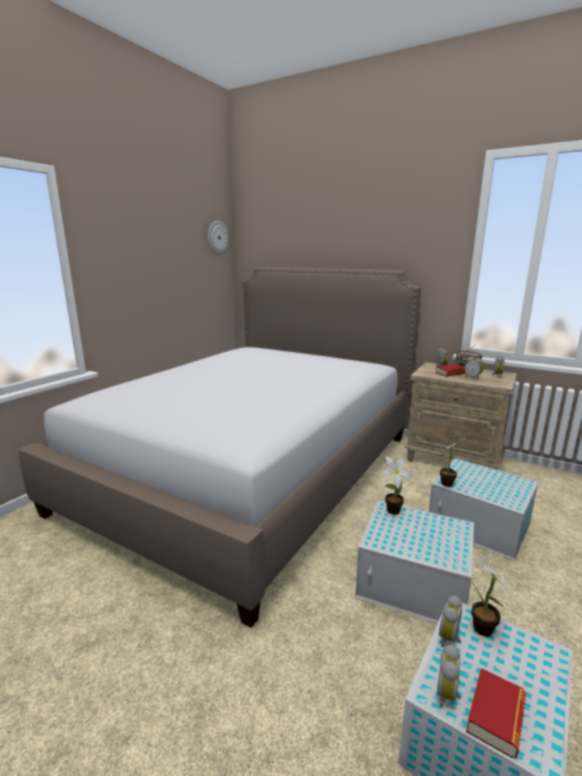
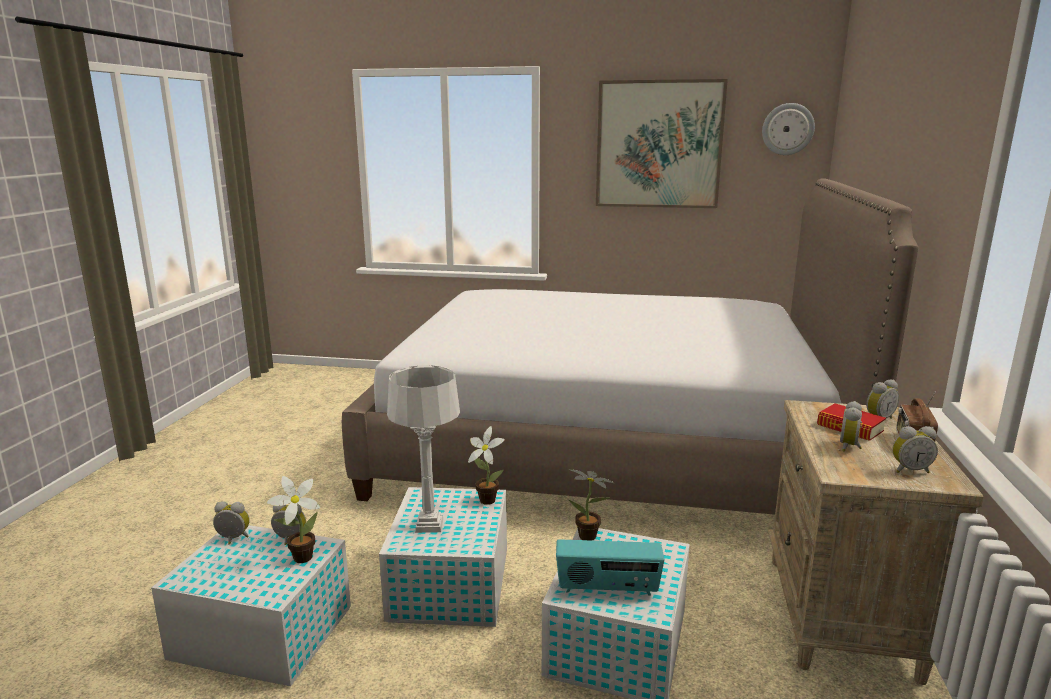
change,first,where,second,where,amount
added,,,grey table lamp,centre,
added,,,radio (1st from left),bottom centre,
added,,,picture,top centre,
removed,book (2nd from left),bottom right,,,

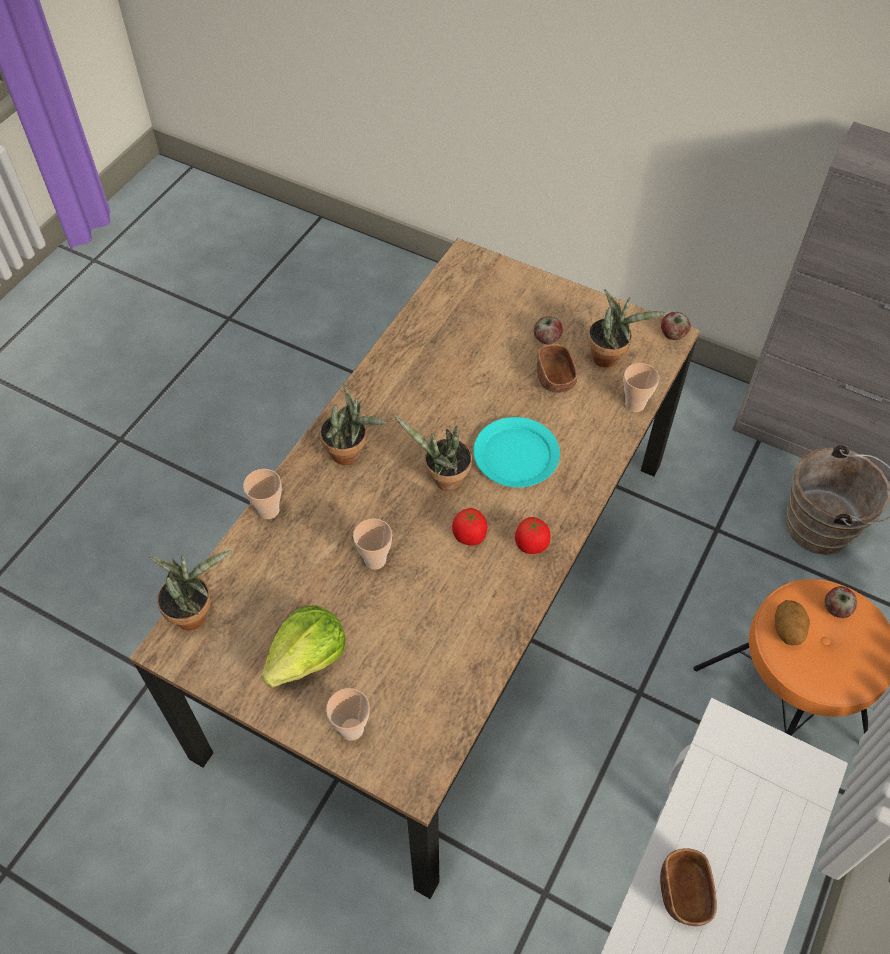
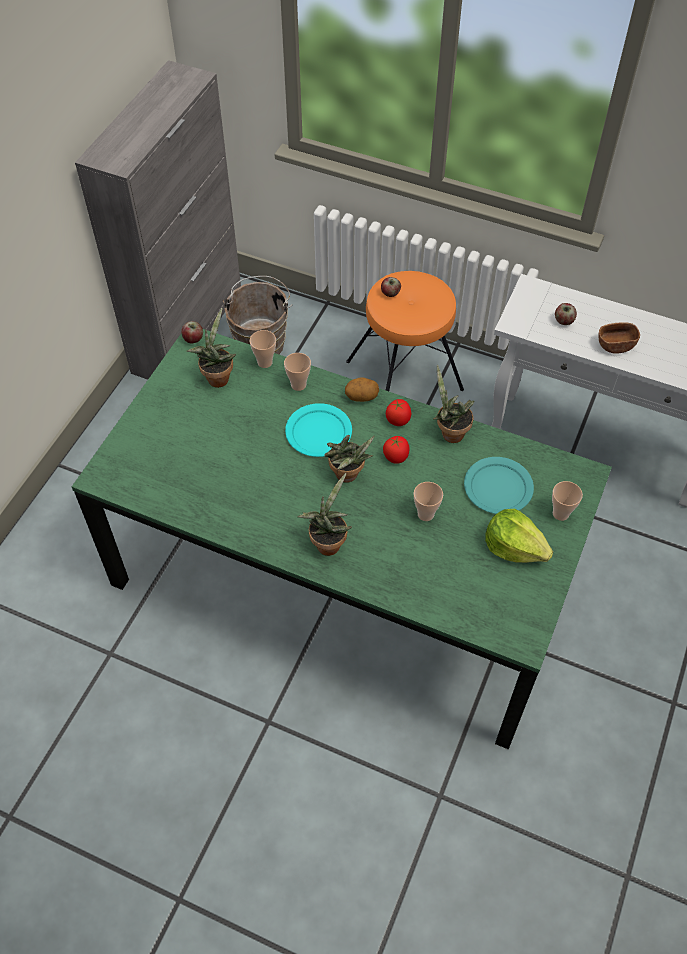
change,first,where,second,where,amount
recoloured,brown dining table,centre,green dining table,centre,
moved,cup (1st from left in the first image),middle left,cup (2nd from left),centre,
moved,potato,middle right,,centre,
moved,potted plant (1st from left in the first image),middle left,potted plant (4th from left),centre,
added,,,turquoise plate (2nd from left),middle right,
moved,apple (1st from left in the first image),centre,apple (3rd from left),top right,
removed,brown bowl (1st from left),centre,,,

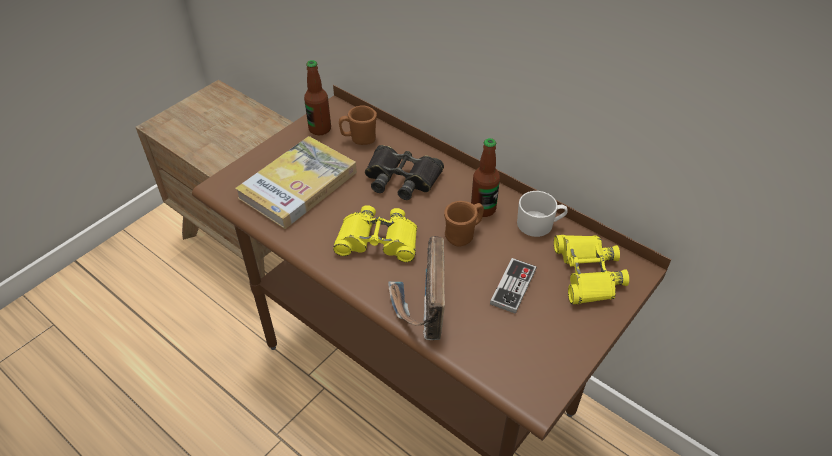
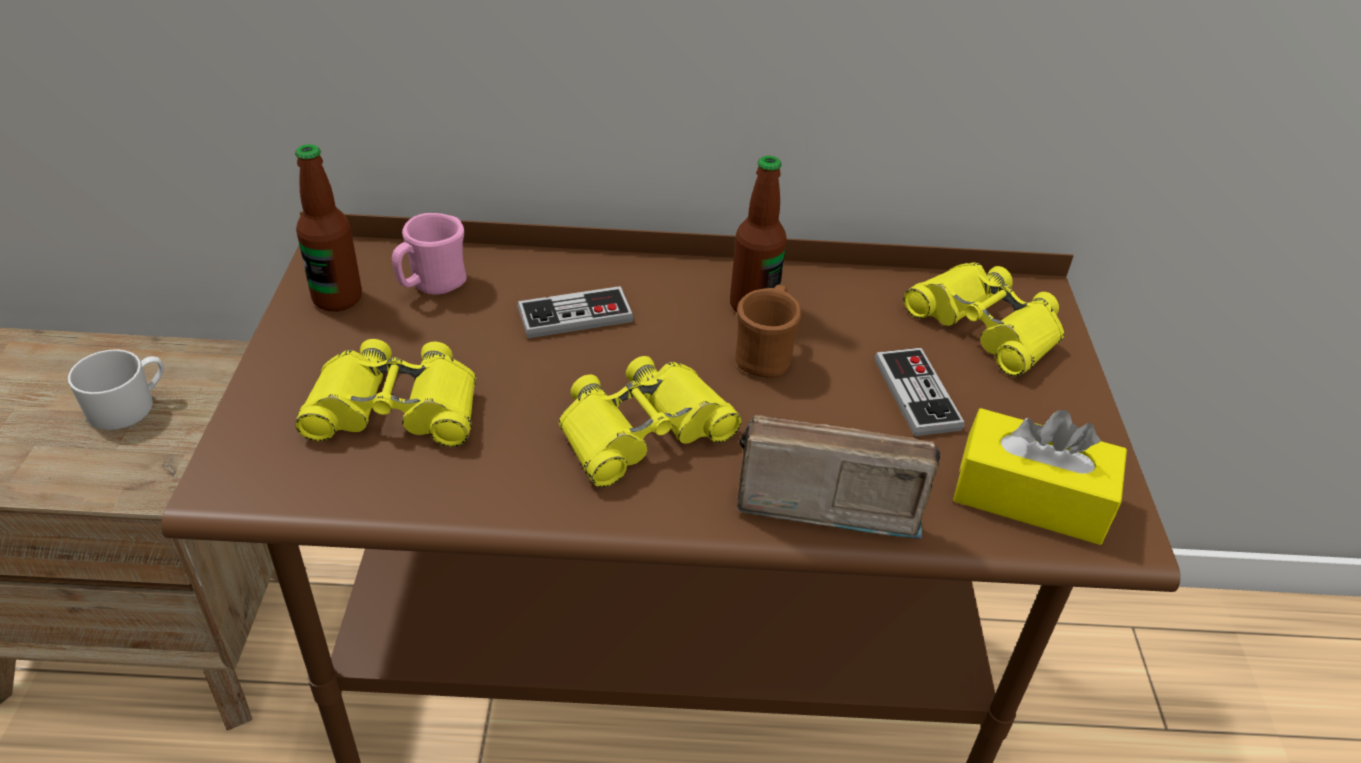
change,first,where,second,where,amount
moved,white mug,centre,,middle left,
replaced,book,centre,yellow binoculars (1st from left),middle left,
recoloured,brown mug (1st from left),top centre,pink mug,top left,
replaced,black binoculars,centre,game controller (1st from left),centre,
turned,radio,centre,,centre,135 degrees clockwise
added,,,yellow tissue box,middle right,

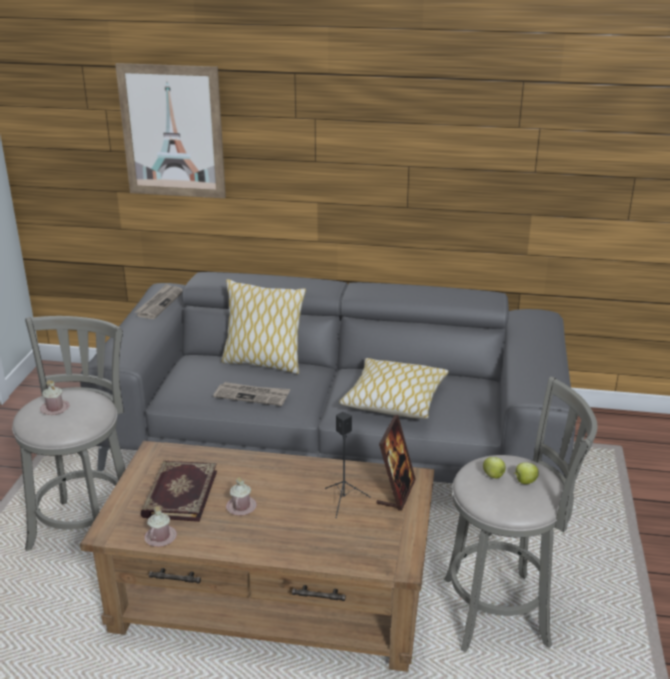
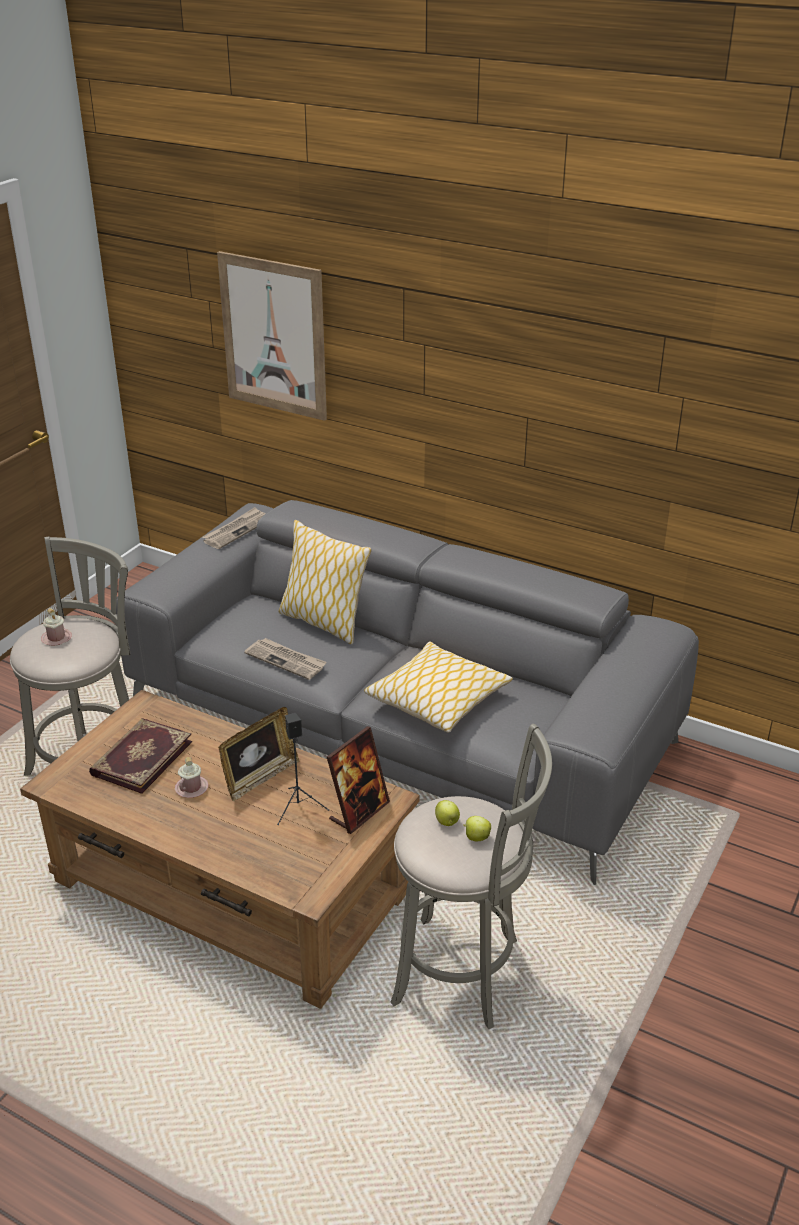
change,first,where,second,where,amount
added,,,picture frame (1st from left),middle left,
removed,pink mug (2nd from left),bottom left,,,

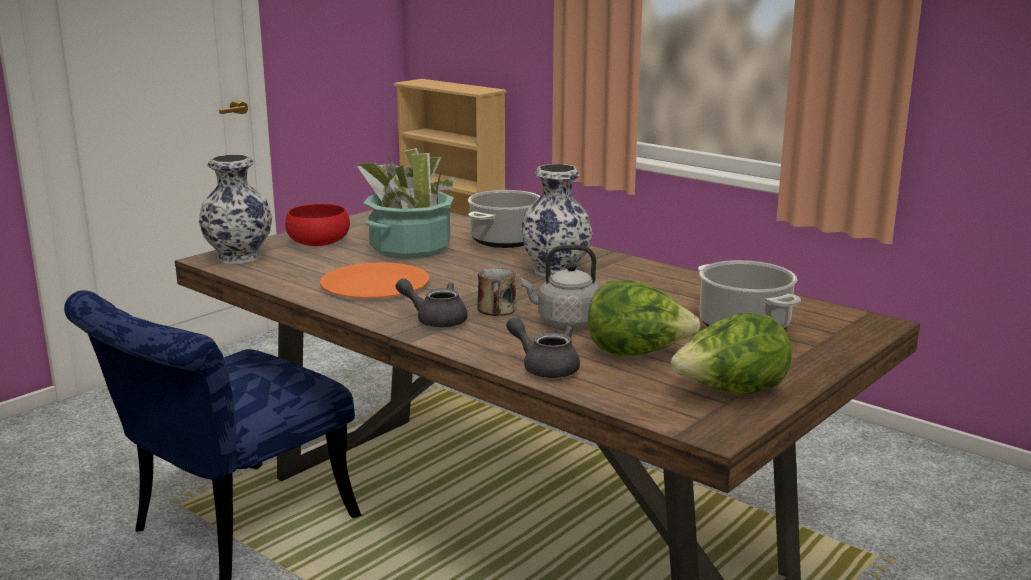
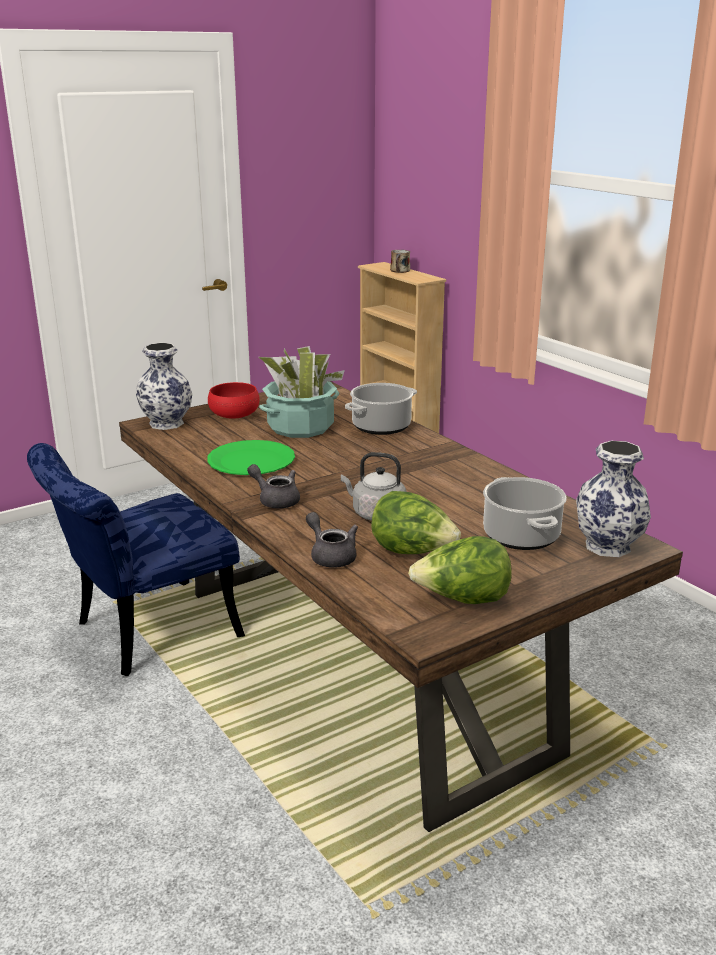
change,first,where,second,where,amount
recoloured,orange plate,centre,green plate,centre,
moved,mug,centre,,top centre,
moved,vase (2nd from left),centre,,middle right,

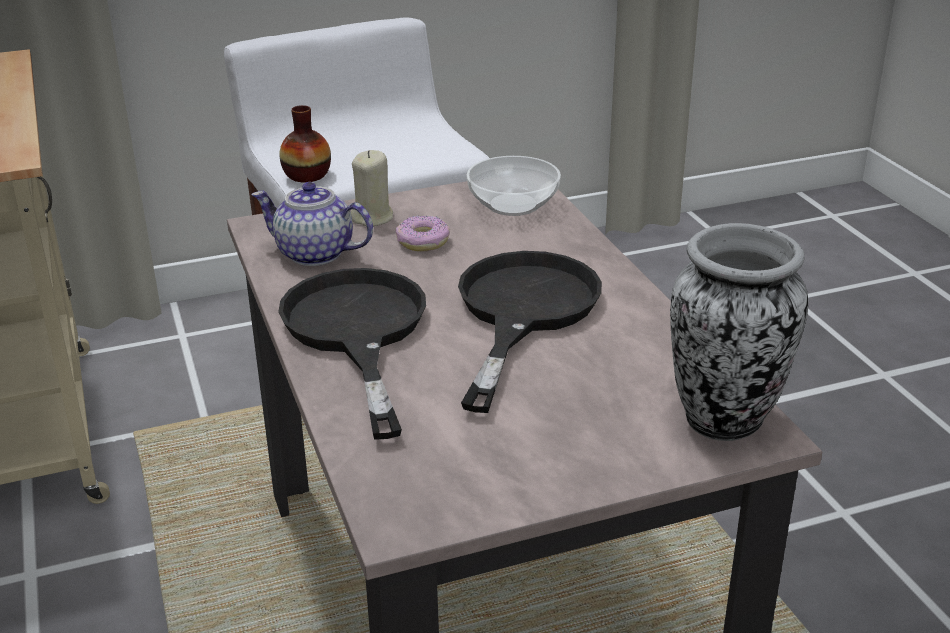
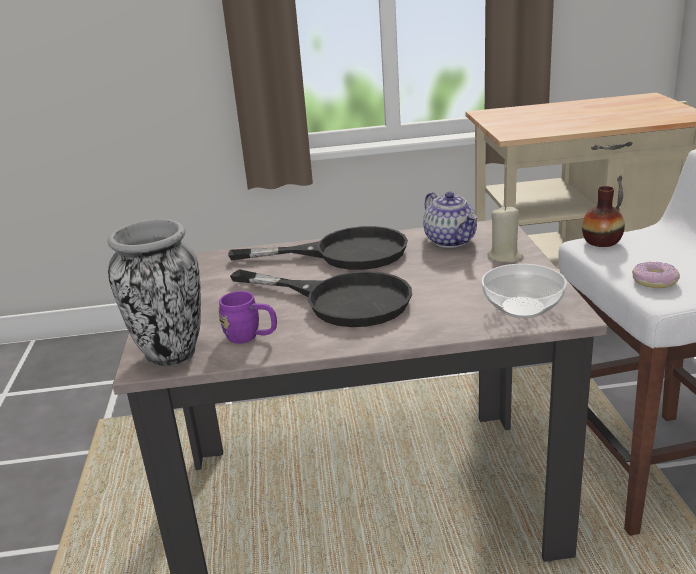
change,first,where,second,where,amount
added,,,purple mug,centre,
turned,teapot,middle left,,centre,120 degrees clockwise
moved,donut,centre,,middle right,

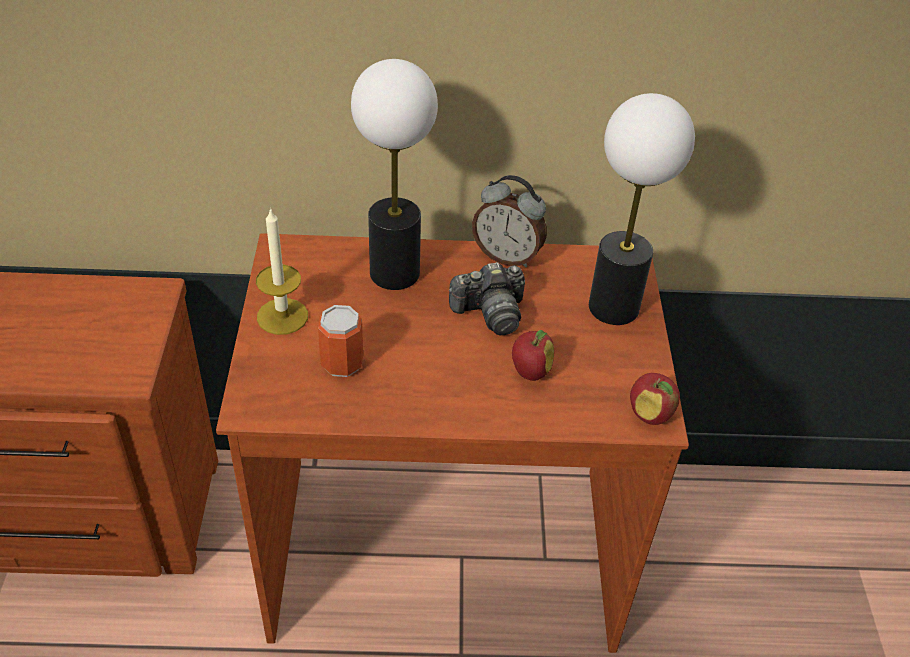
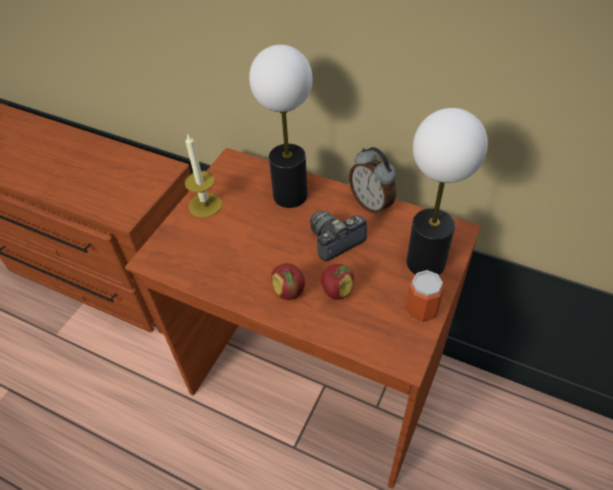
change,first,where,second,where,amount
moved,apple (2nd from left in the first image),middle right,apple (1st from left),centre,
turned,photo camera,centre,,centre,135 degrees clockwise
moved,can,centre,,middle right,

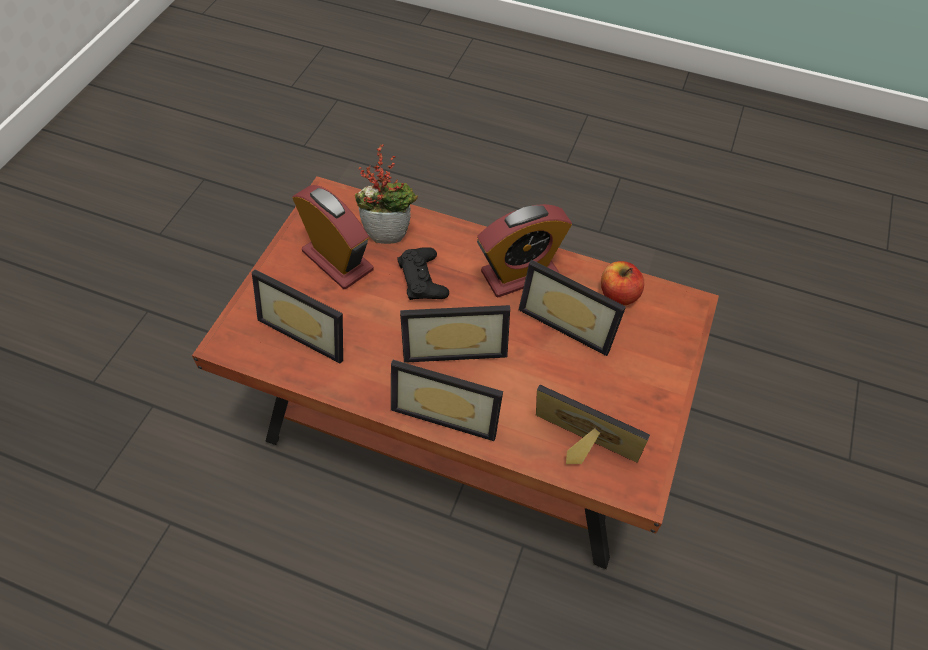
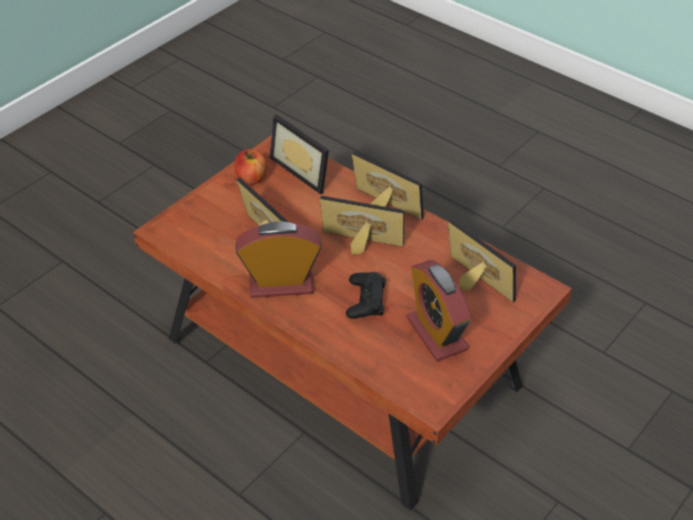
change,first,where,second,where,amount
moved,apple,middle right,,top centre,
removed,potted plant,top centre,,,

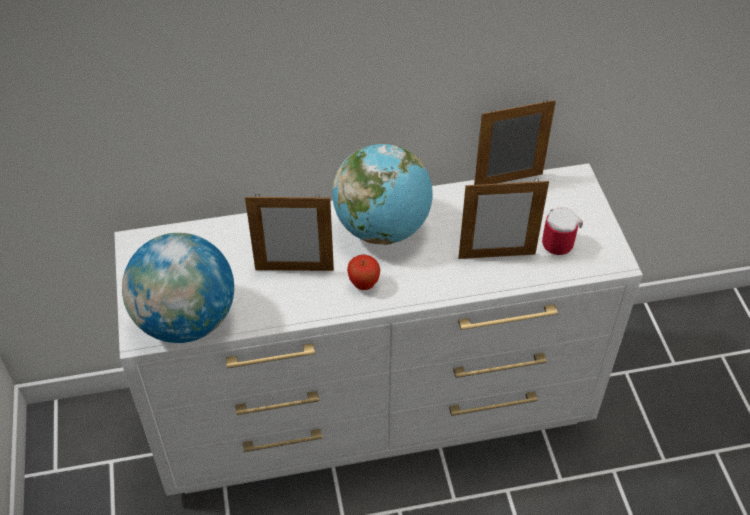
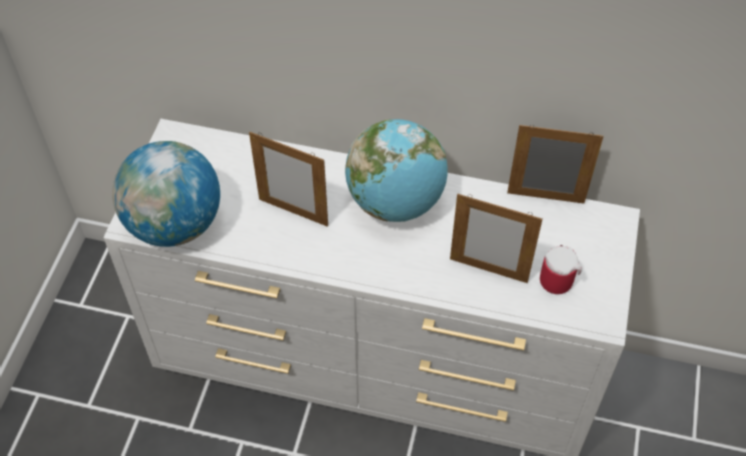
change,first,where,second,where,amount
removed,apple,centre,,,

